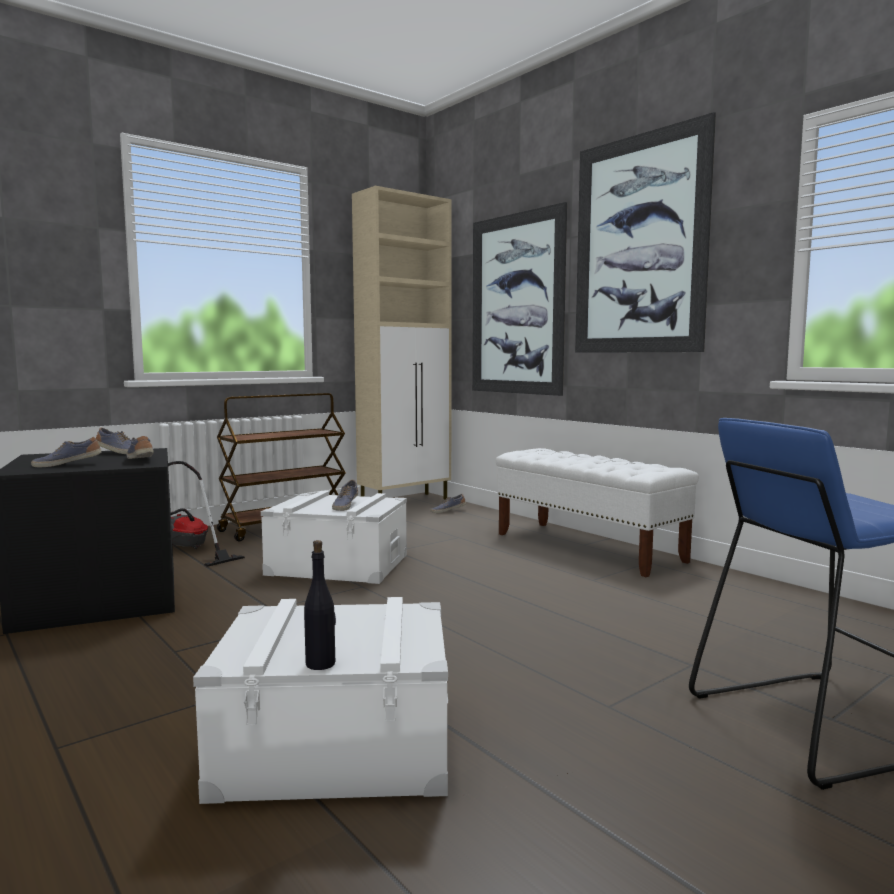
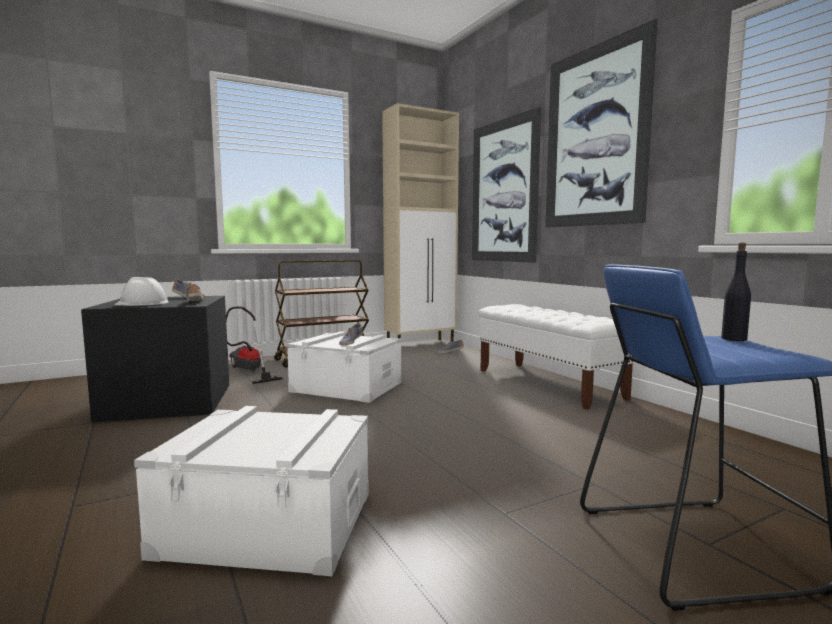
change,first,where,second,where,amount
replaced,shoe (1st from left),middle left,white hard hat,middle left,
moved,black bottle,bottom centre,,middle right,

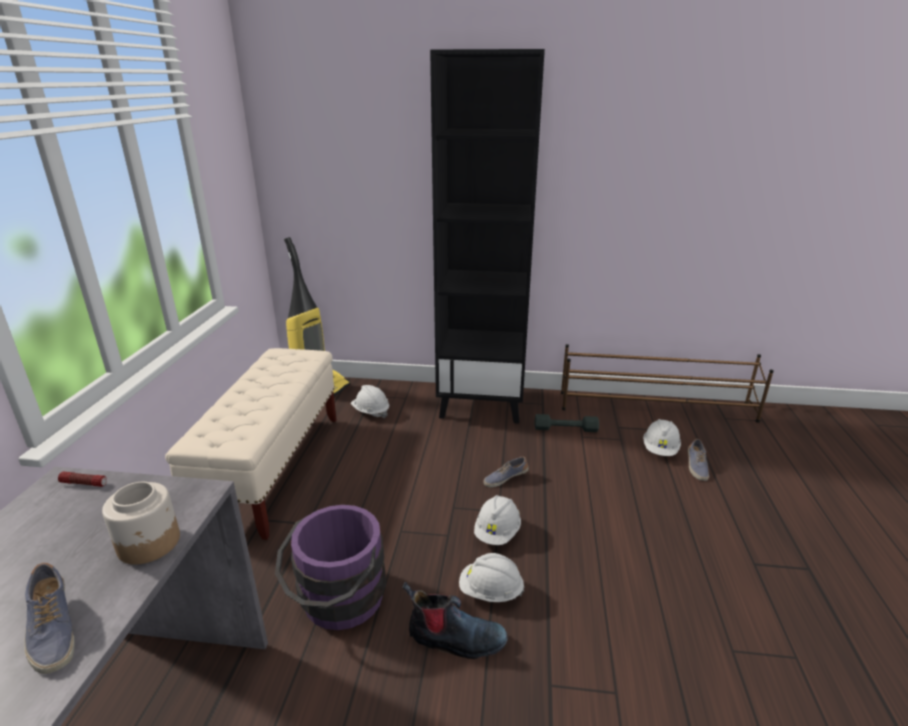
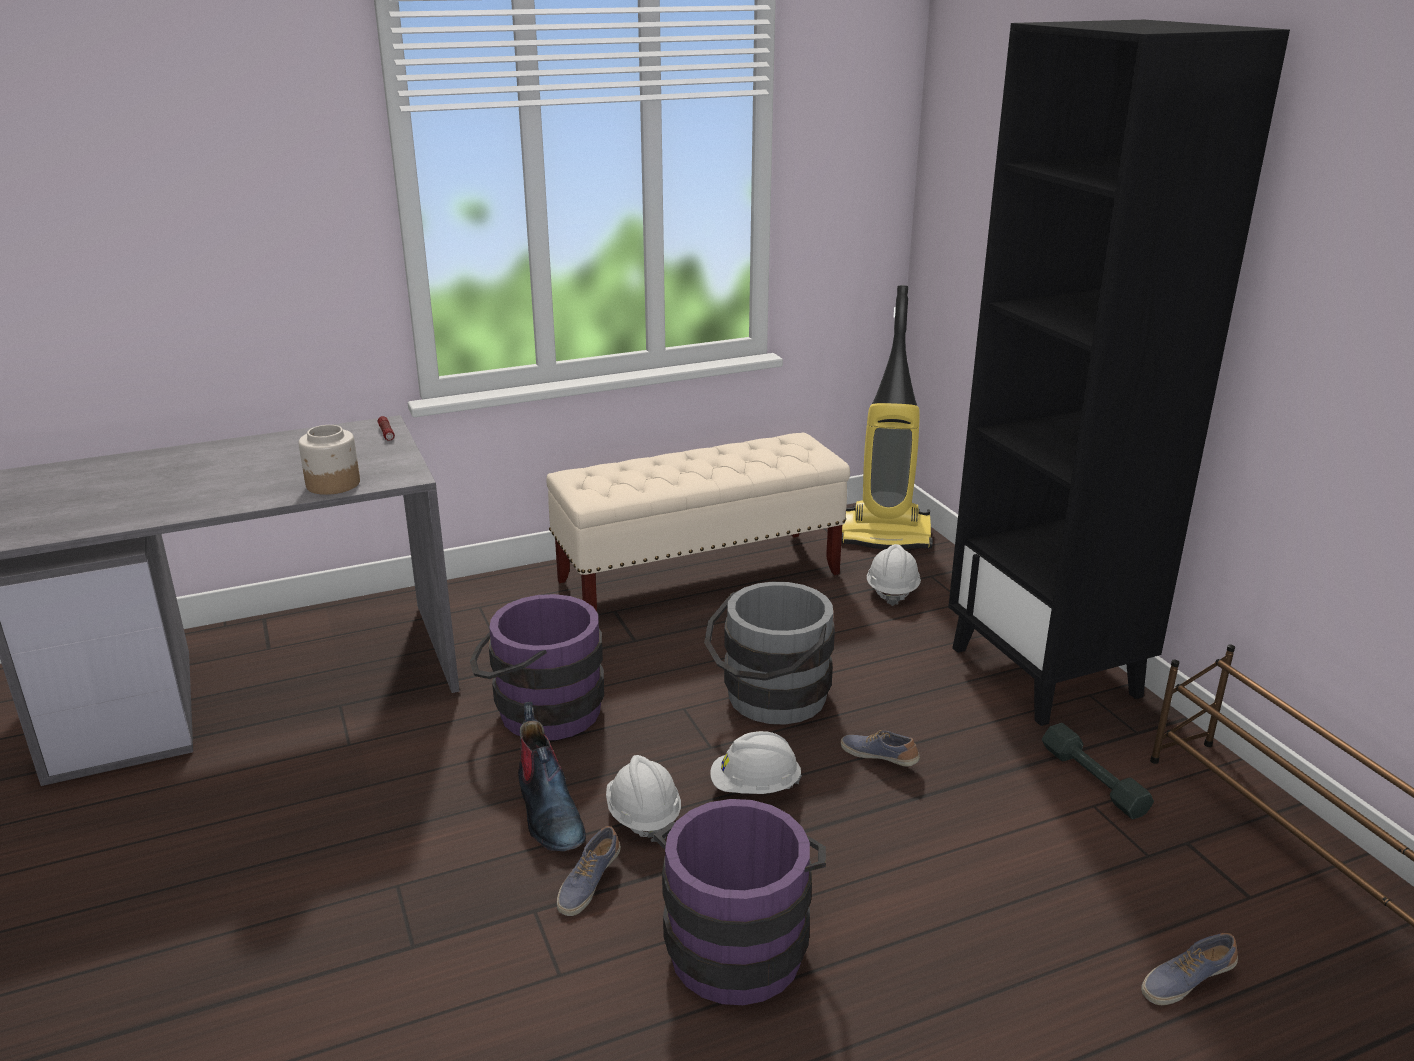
change,first,where,second,where,amount
moved,shoe (1st from left),bottom left,,bottom centre,
added,,,purple bucket (2nd from left),bottom centre,
added,,,grey bucket,centre,
removed,white hard hat (4th from left),middle right,,,

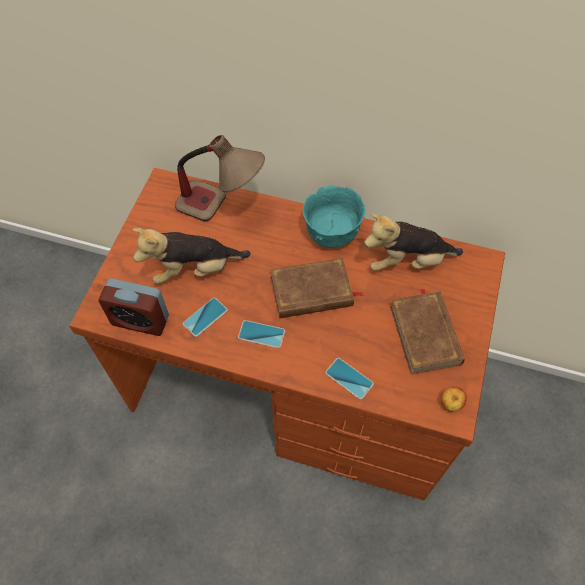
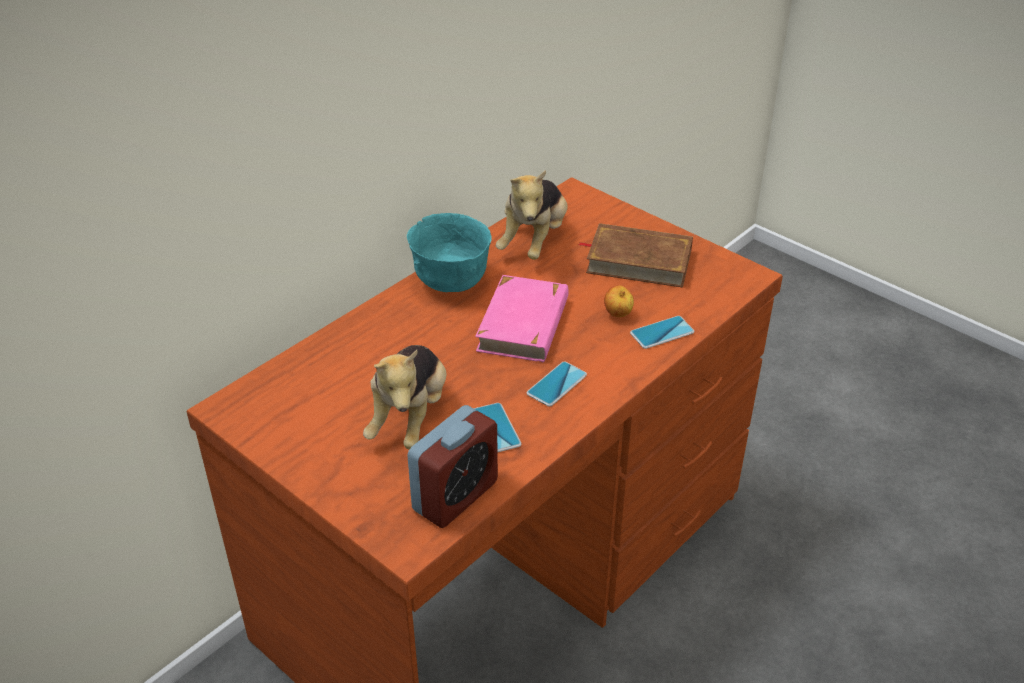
change,first,where,second,where,amount
recoloured,brown book (1st from left),centre,pink book,centre,
moved,apple,bottom right,,centre,
removed,table lamp,top centre,,,

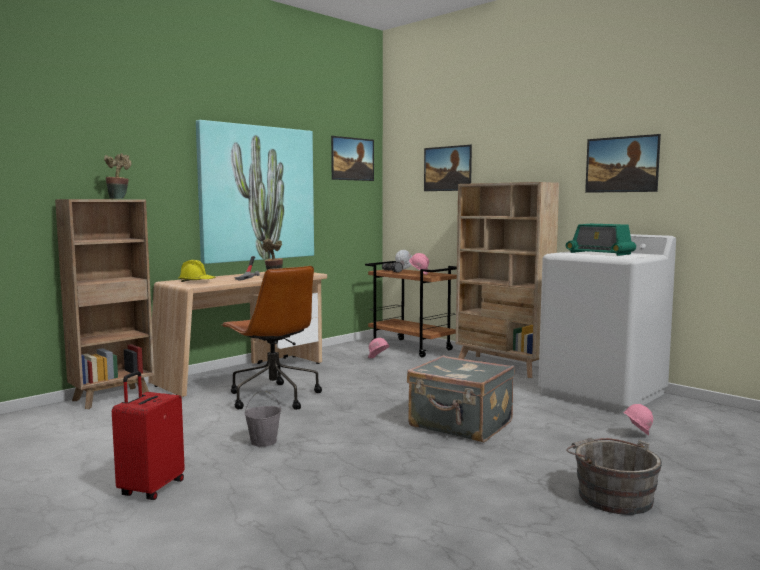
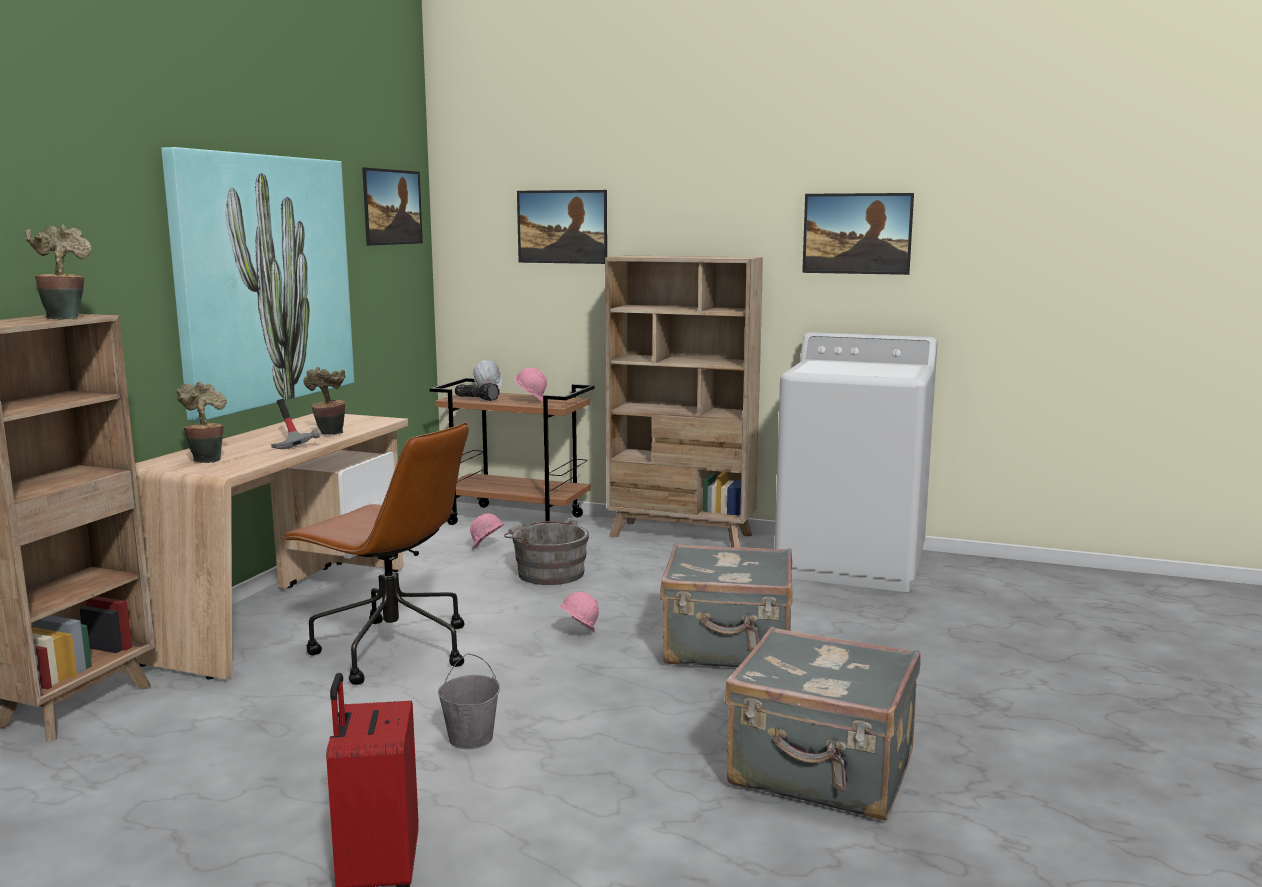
change,first,where,second,where,amount
replaced,yellow hard hat,middle left,potted plant (2nd from left),middle left,
moved,grey bucket (2nd from left),bottom right,,centre,
moved,pink hard hat (3rd from left),bottom right,,bottom centre,
added,,,grey suitcase (2nd from left),bottom centre,
removed,radio,middle right,,,

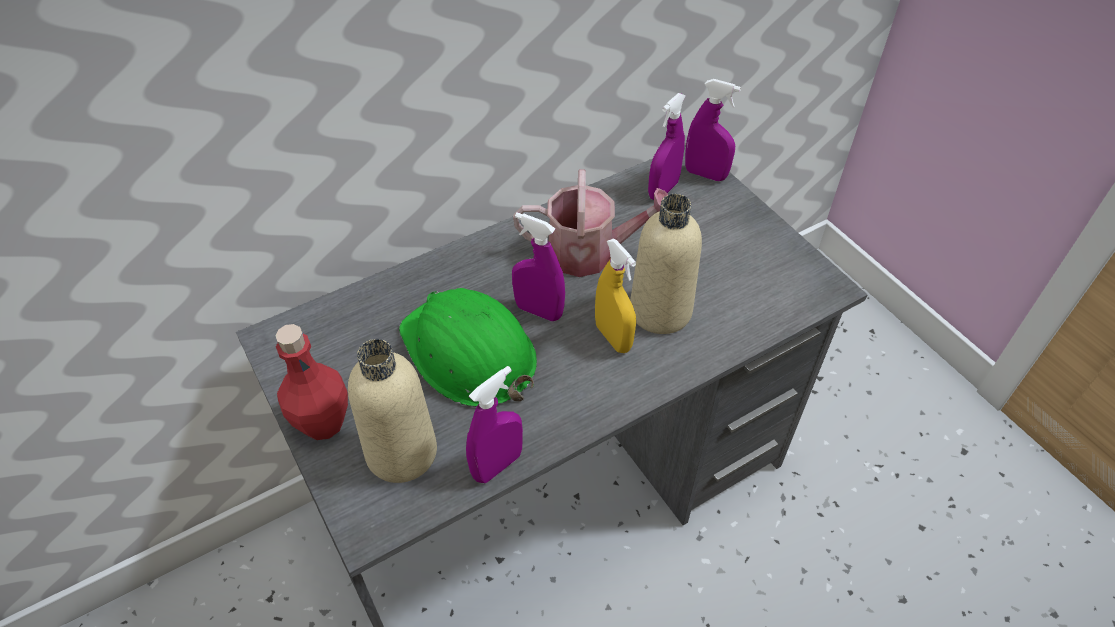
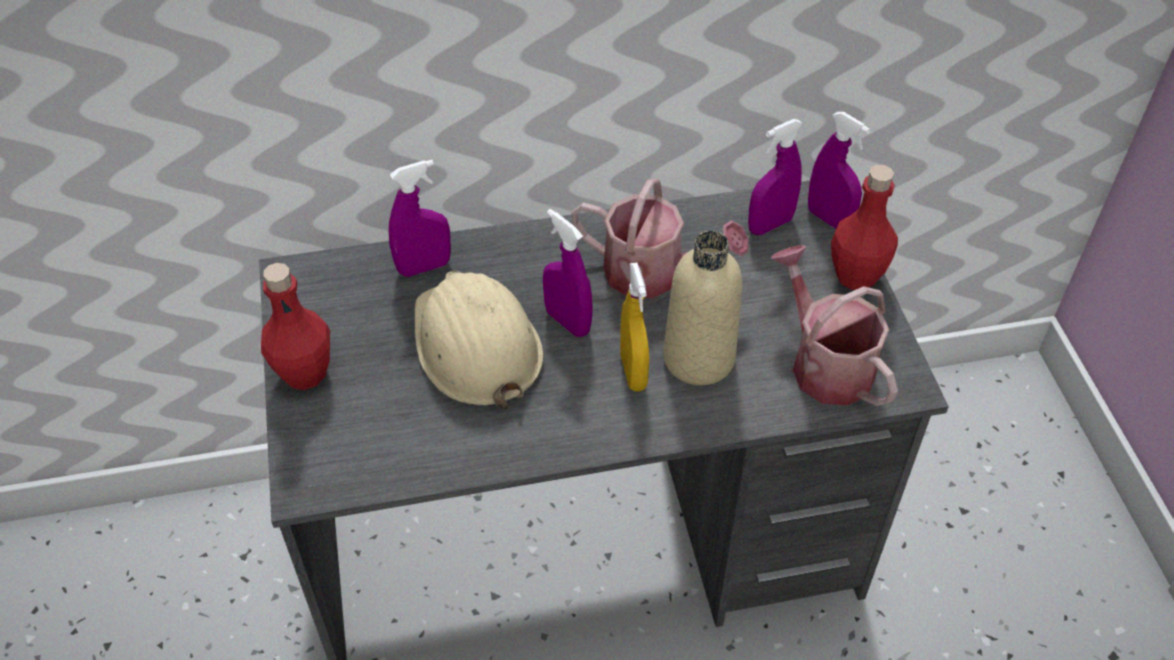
change,first,where,second,where,amount
moved,purple spray bottle (1st from left),bottom centre,,top centre,
recoloured,green hard hat,centre,beige hard hat,centre,
added,,,watering can (2nd from left),middle right,
added,,,red bottle (2nd from left),middle right,
removed,beige bottle (1st from left),centre,,,

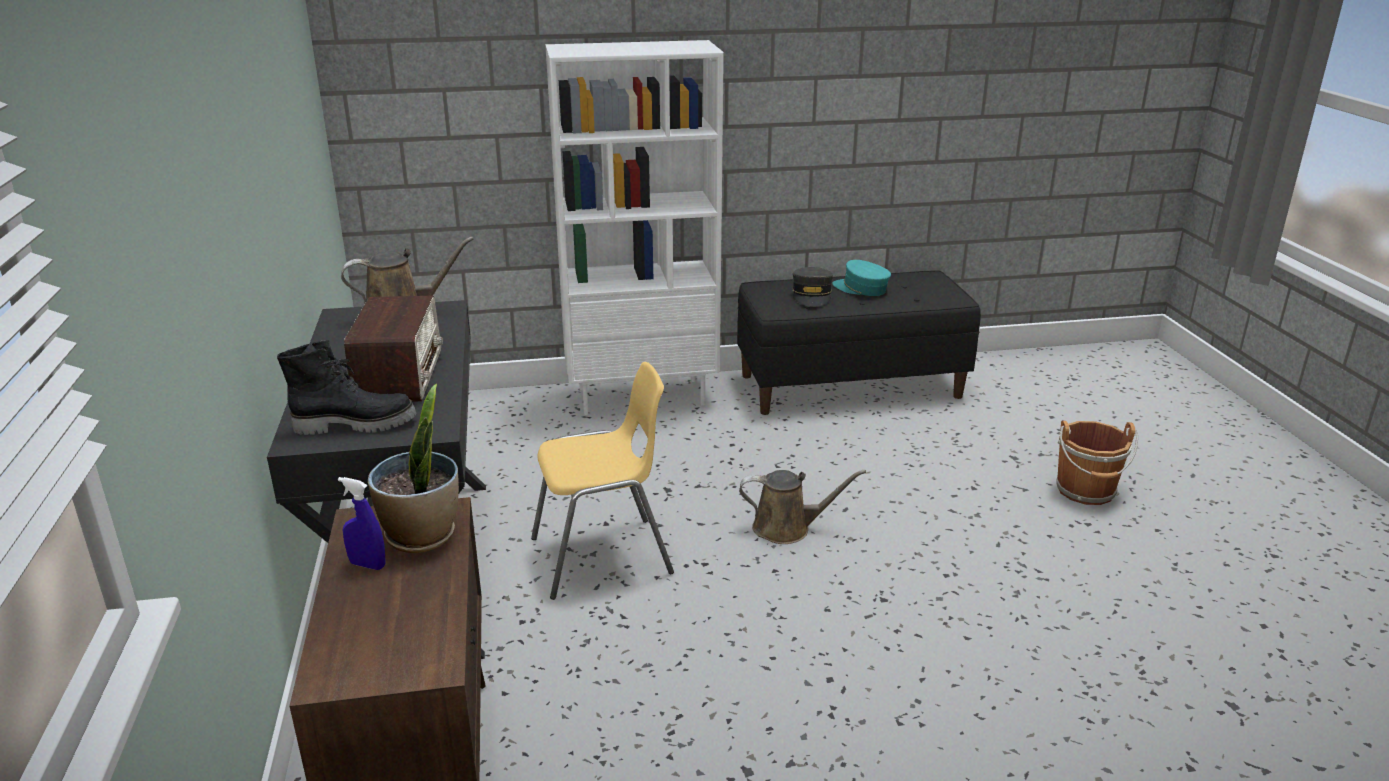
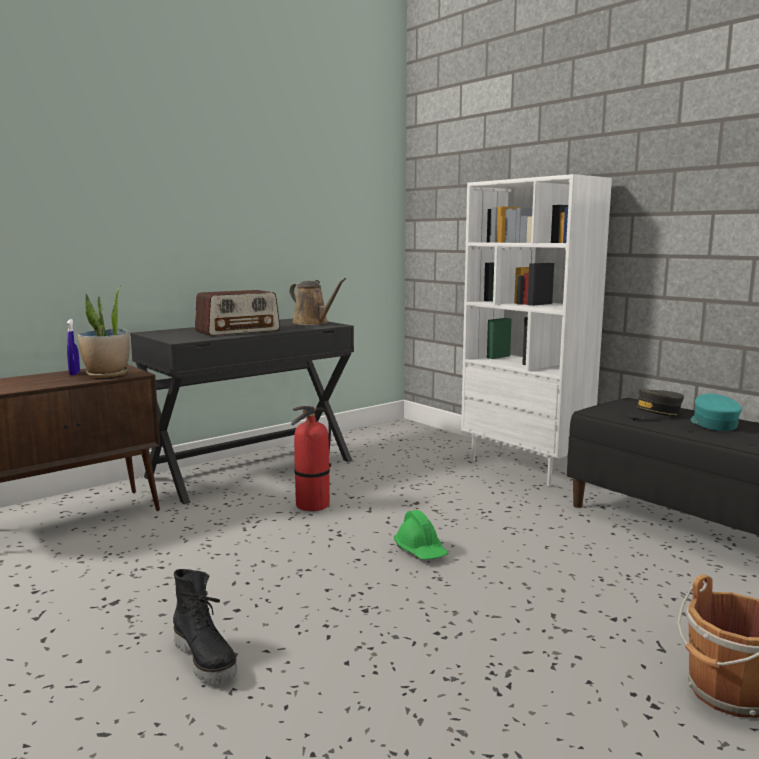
change,first,where,second,where,amount
moved,black boot,middle left,,bottom left,
replaced,yellow chair,centre,fire extinguisher,centre,
replaced,brown watering can (2nd from left),centre,green hard hat,bottom centre,

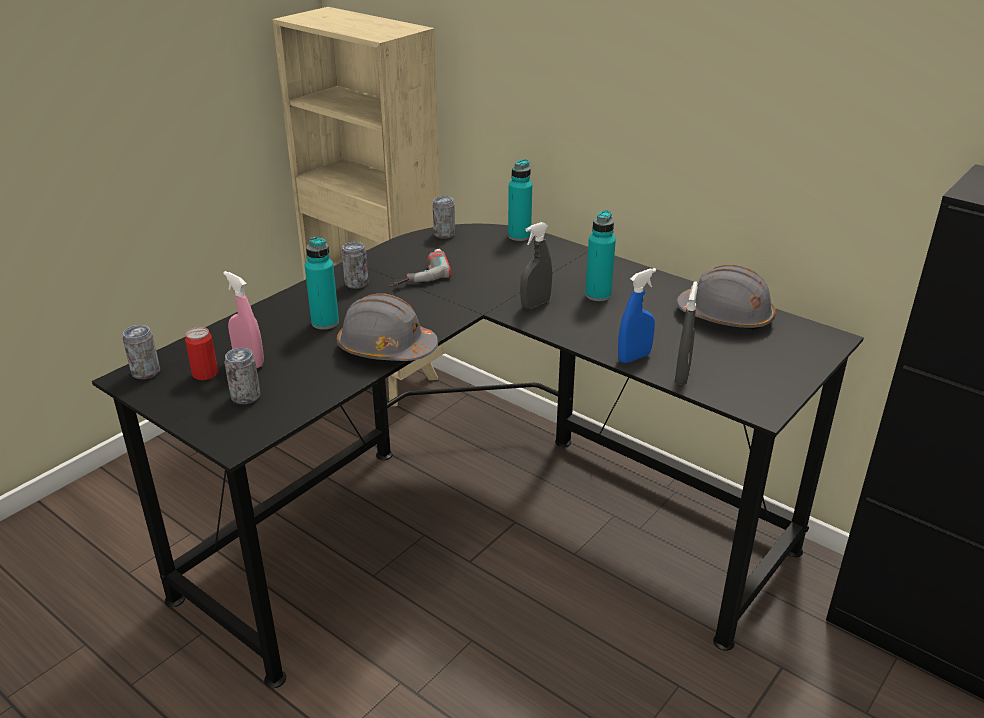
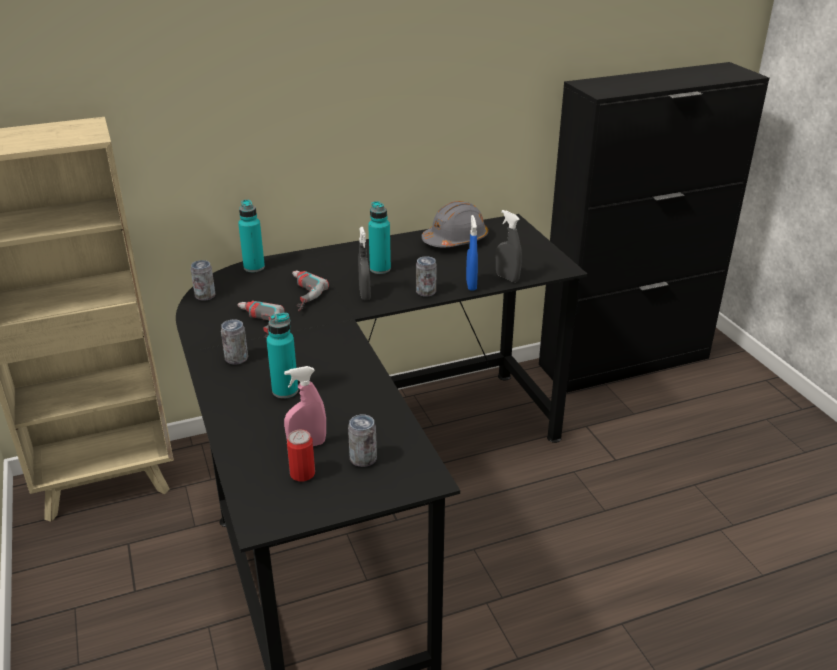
change,first,where,second,where,amount
added,,,power drill (2nd from left),centre,
moved,can (1st from left in the first image),middle left,can (5th from left),centre,
removed,grey hard hat (1st from left),centre,,,

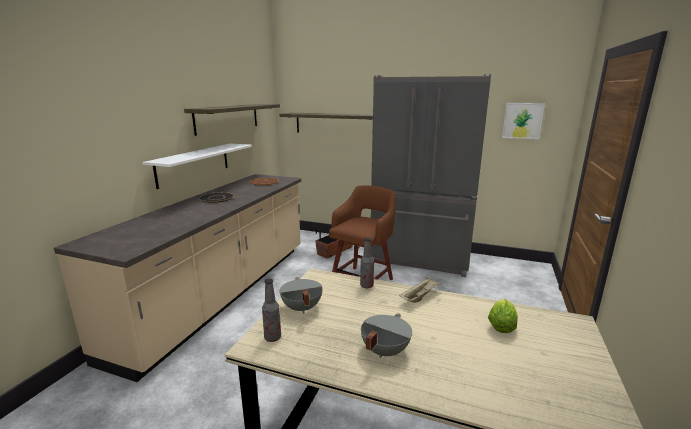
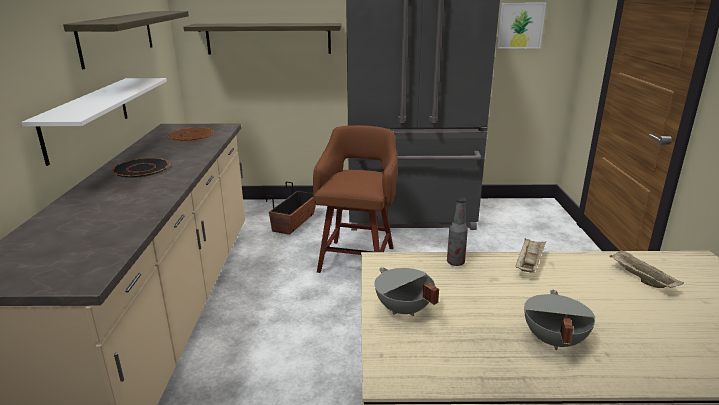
change,first,where,second,where,amount
replaced,lettuce,bottom right,beige tray (2nd from left),middle right,
removed,bottle (1st from left),bottom centre,,,

